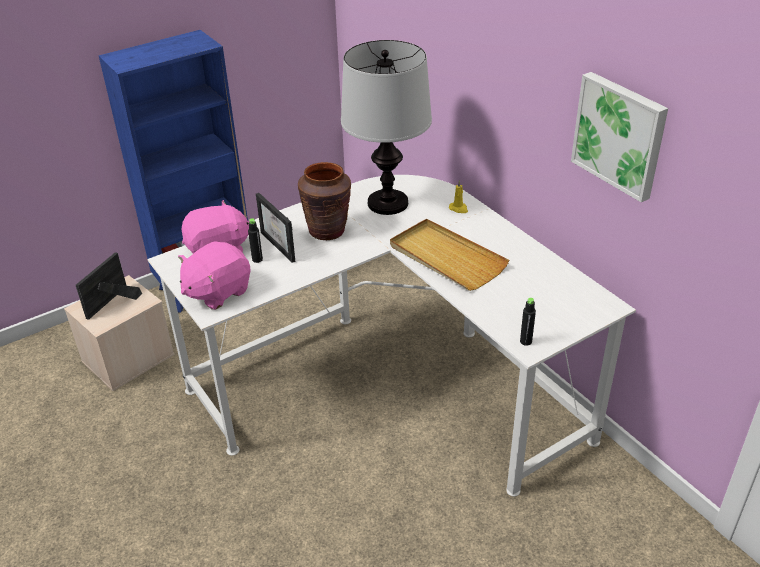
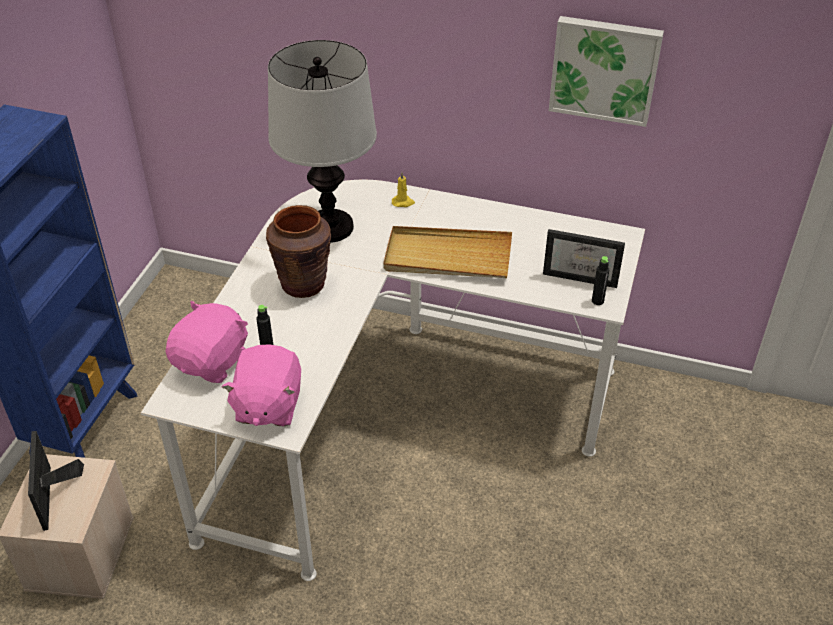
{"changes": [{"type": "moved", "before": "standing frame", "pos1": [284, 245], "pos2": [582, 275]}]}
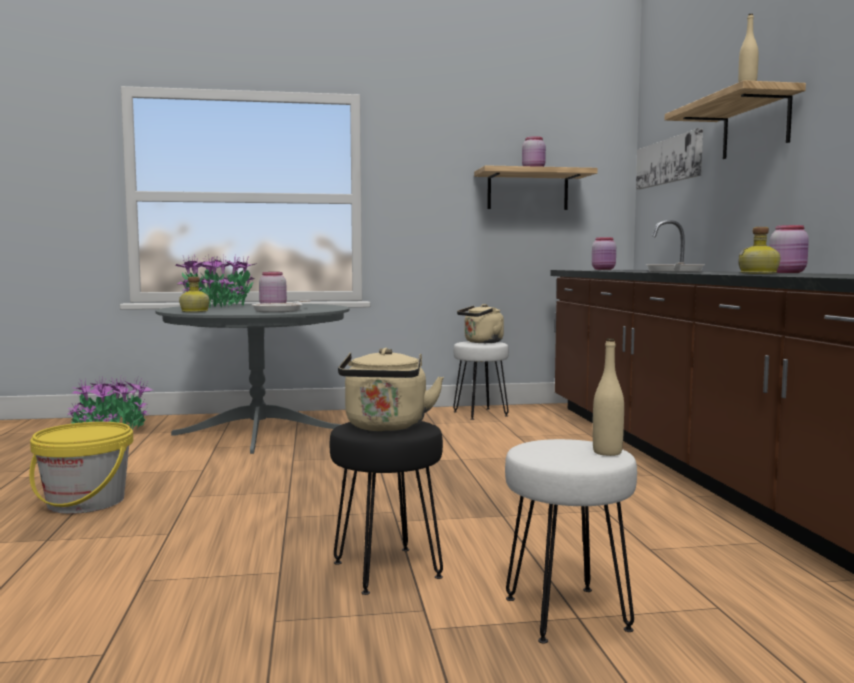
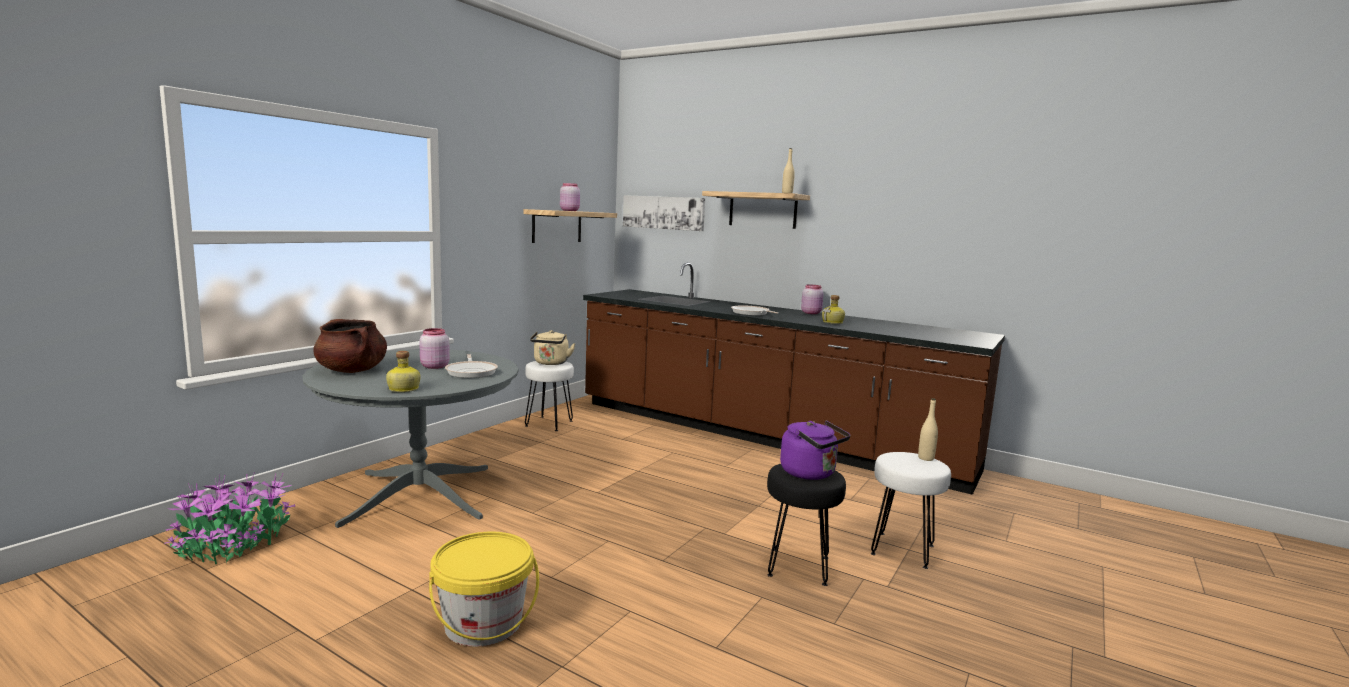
{"changes": [{"type": "removed", "before": "pink storage jar", "pos1": [604, 269]}, {"type": "replaced", "before": "plant in a pot", "after": "brown saucepot", "pos1": [216, 306], "pos2": [352, 371]}, {"type": "recoloured", "before": "beige-coloured tea kettle", "after": "purple-coloured tea kettle", "pos1": [386, 427], "pos2": [811, 474]}]}
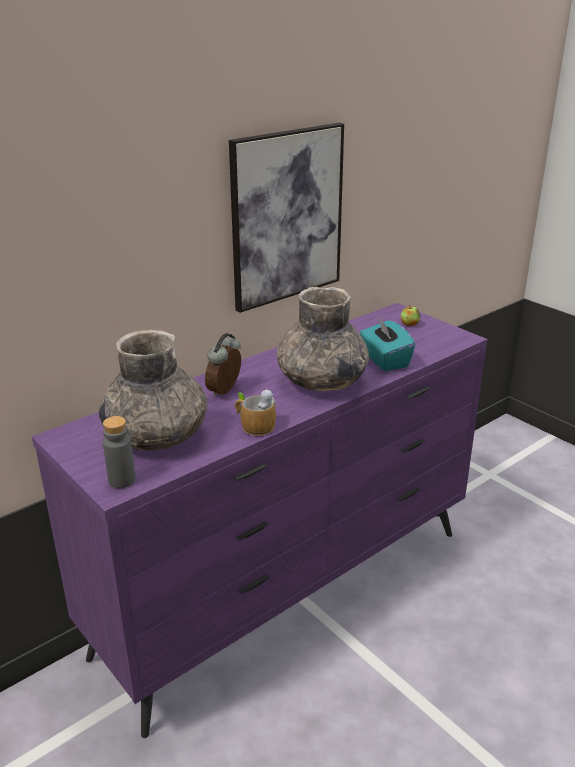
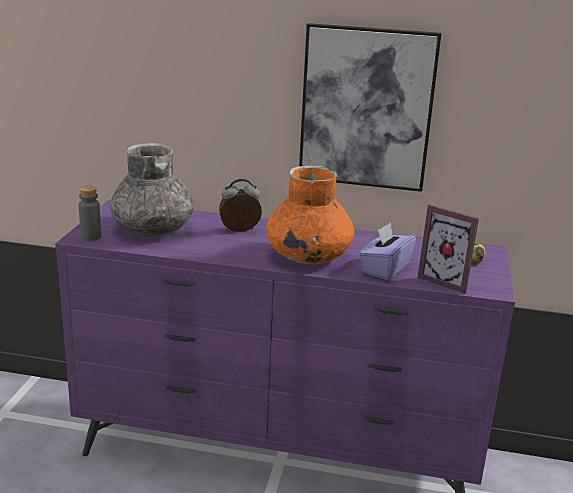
{"changes": [{"type": "removed", "before": "tea mug", "pos1": [254, 424]}, {"type": "added", "after": "standing frame", "pos2": [447, 280]}, {"type": "recoloured", "before": "grey decorative vase", "after": "orangey decorative vase", "pos1": [321, 381], "pos2": [307, 256]}, {"type": "recoloured", "before": "turquoise-coloured tissue box", "after": "purple-coloured tissue box", "pos1": [384, 360], "pos2": [385, 269]}]}
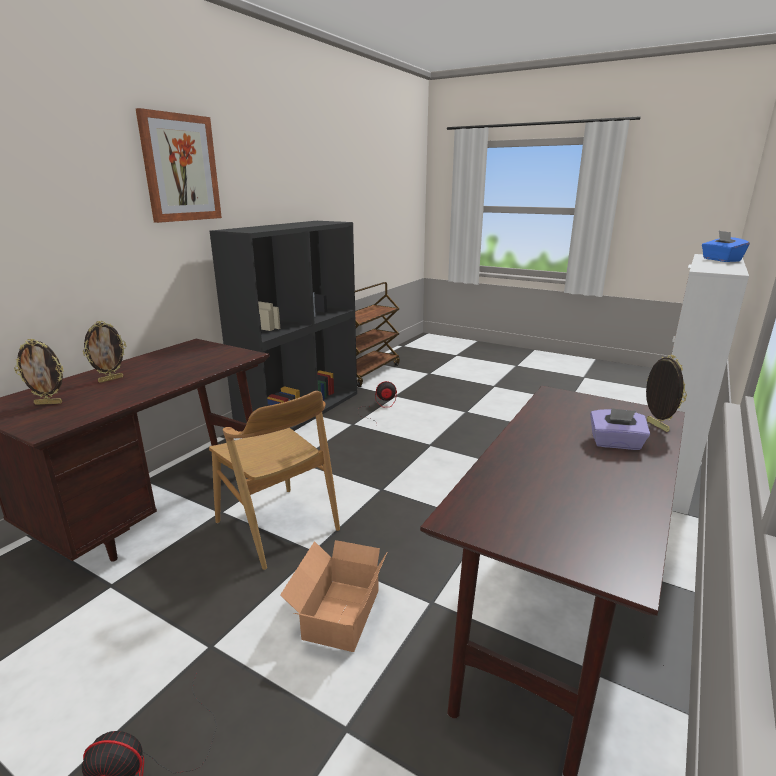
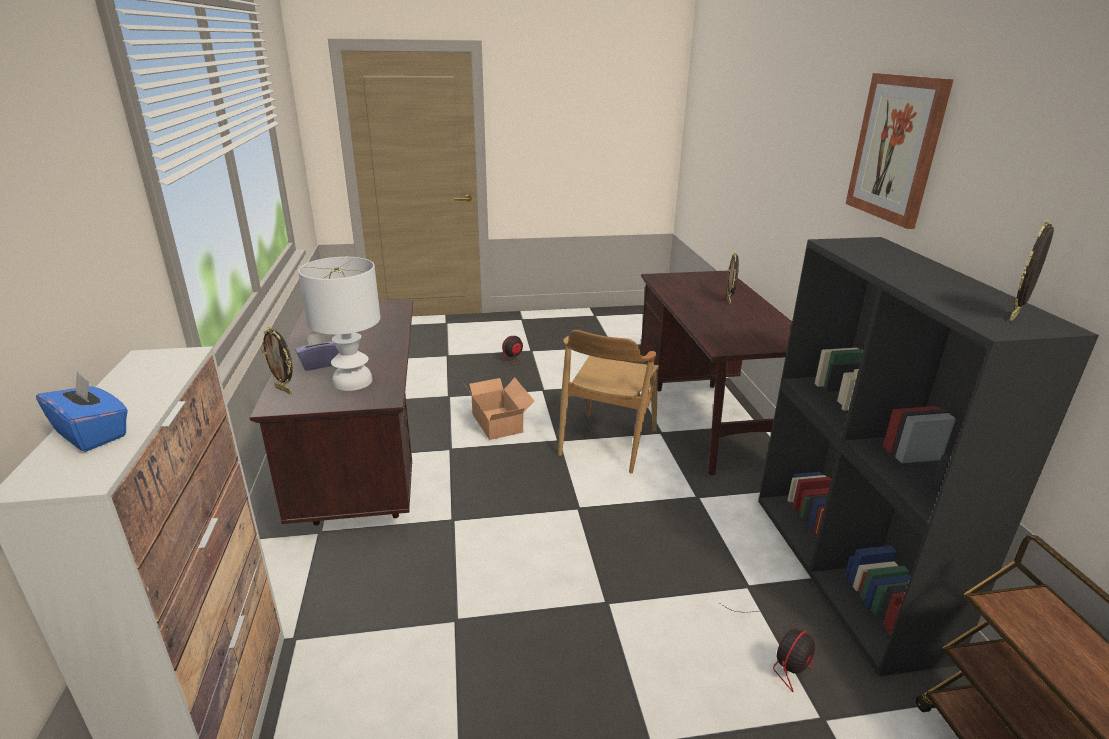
{"changes": [{"type": "added", "after": "whitish table lamp", "pos2": [353, 381]}, {"type": "moved", "before": "standing frame", "pos1": [49, 403], "pos2": [1016, 316]}, {"type": "turned", "before": "brown chair", "pos1": [277, 526], "pos2": [607, 442], "turn": -75}]}
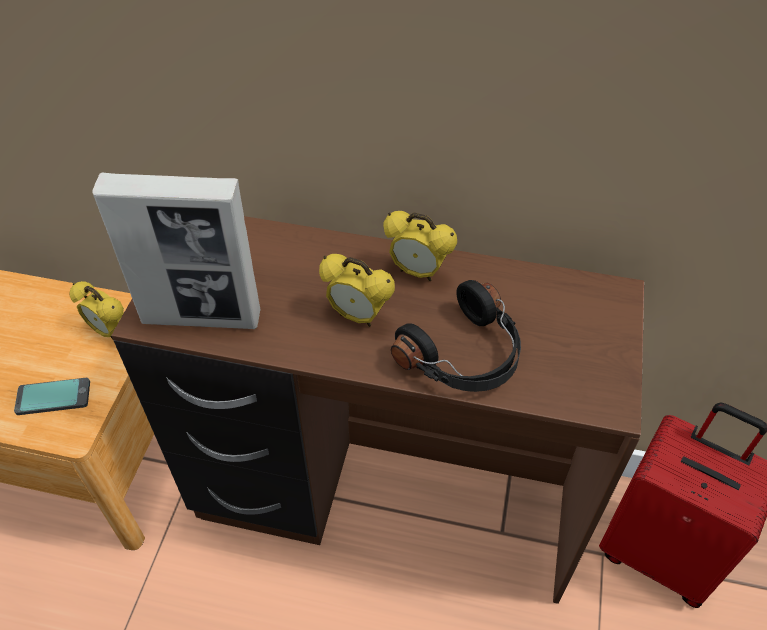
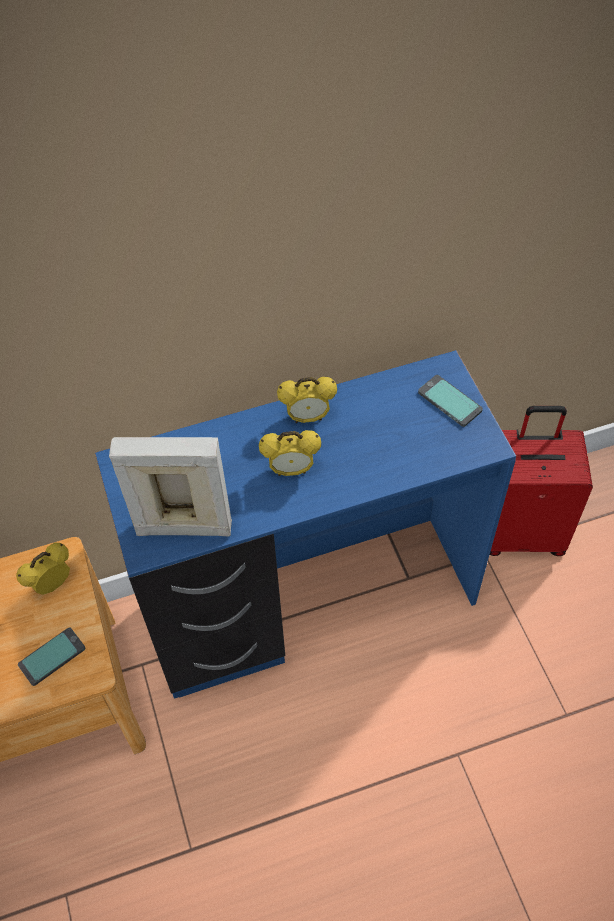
{"changes": [{"type": "removed", "before": "black headphones", "pos1": [464, 356]}, {"type": "added", "after": "phone", "pos2": [449, 402]}, {"type": "recoloured", "before": "brown desk table", "after": "blue desk table", "pos1": [385, 503], "pos2": [312, 605]}, {"type": "turned", "before": "bedside clock", "pos1": [109, 331], "pos2": [52, 584], "turn": 135}, {"type": "turned", "before": "standing frame", "pos1": [202, 317], "pos2": [183, 527], "turn": -150}]}
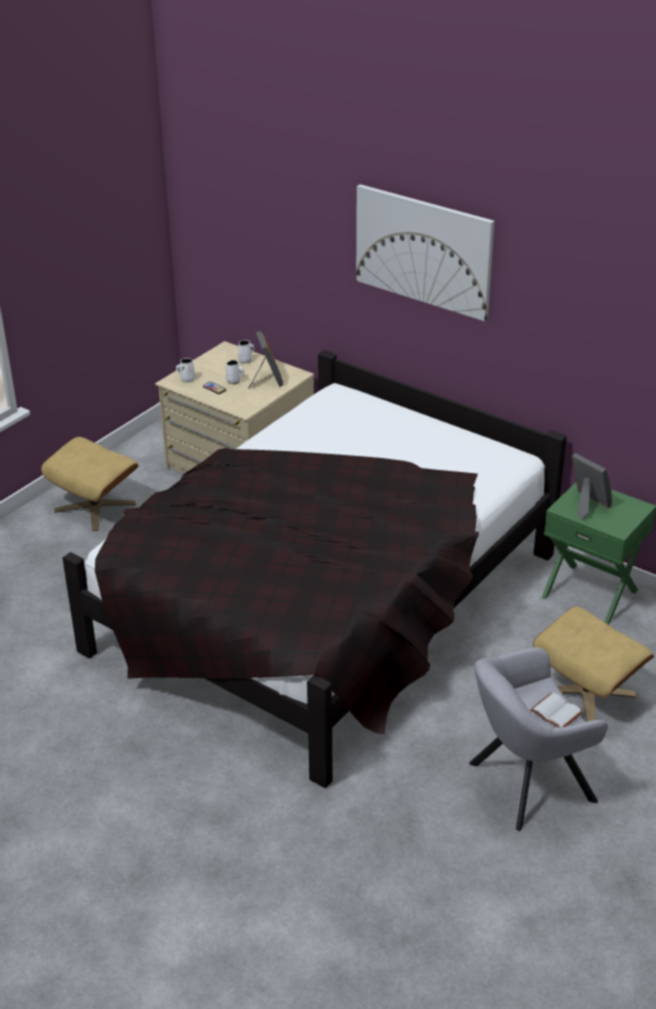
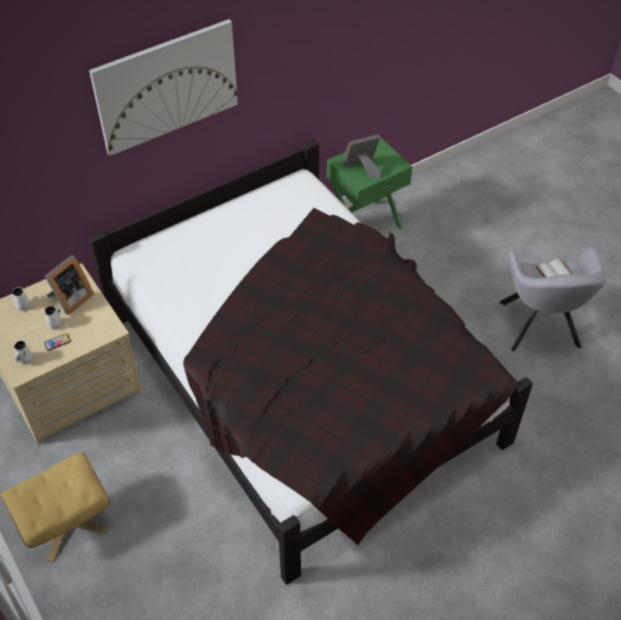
{"changes": [{"type": "removed", "before": "beige-coloured footrest", "pos1": [587, 693]}, {"type": "turned", "before": "standing frame", "pos1": [266, 380], "pos2": [70, 299], "turn": 120}]}
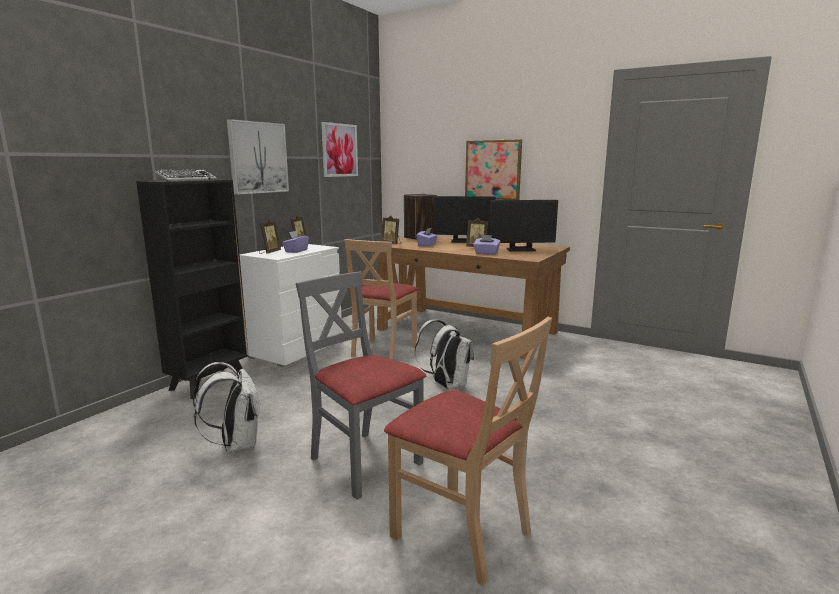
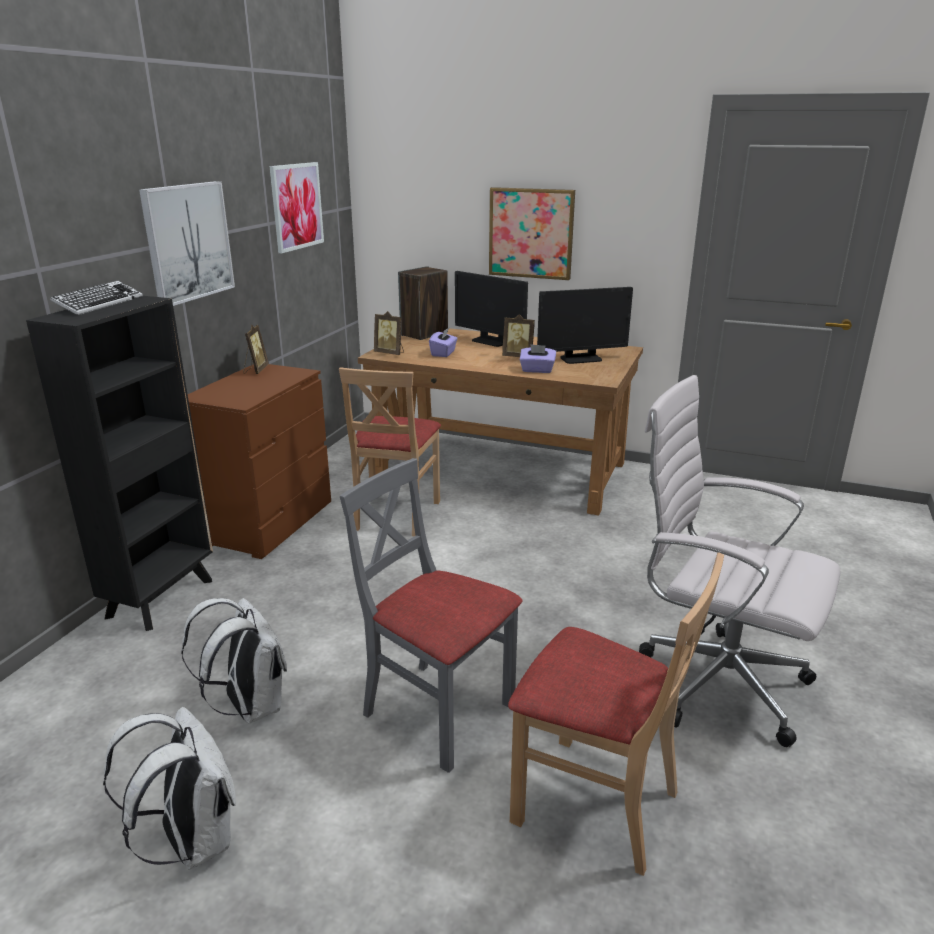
{"changes": [{"type": "removed", "before": "standing frame", "pos1": [269, 252]}, {"type": "removed", "before": "purple-coloured tissue box", "pos1": [296, 251]}, {"type": "added", "after": "whitish computer chair", "pos2": [714, 681]}, {"type": "moved", "before": "whitish rucksack", "pos1": [446, 385], "pos2": [192, 840]}, {"type": "recoloured", "before": "whitish chest of drawers", "after": "brown chest of drawers", "pos1": [297, 349], "pos2": [269, 523]}, {"type": "turned", "before": "computer display", "pos1": [463, 241], "pos2": [491, 341], "turn": 45}]}
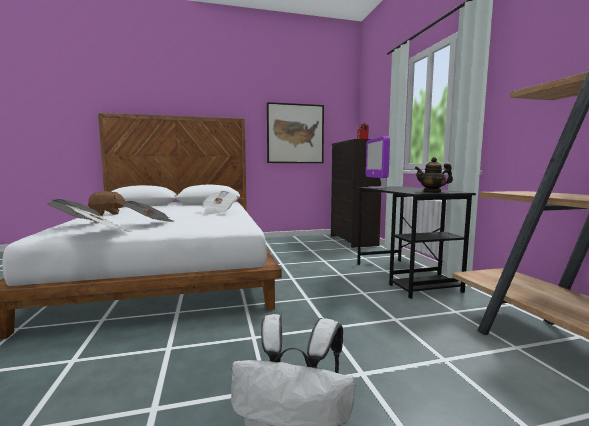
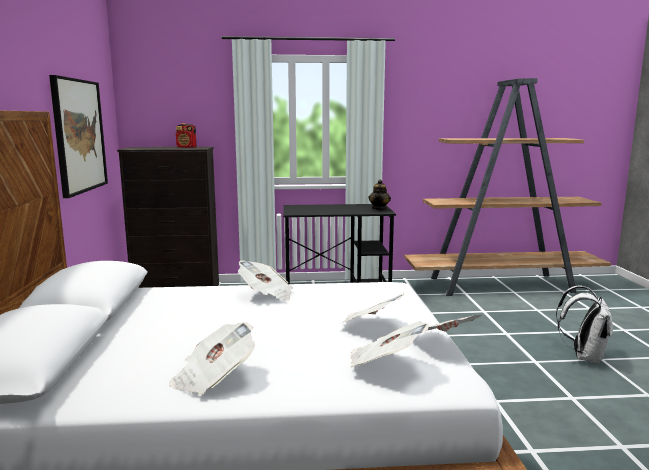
{"changes": [{"type": "removed", "before": "computer display", "pos1": [377, 187]}, {"type": "replaced", "before": "brown plush toy", "after": "daily paper", "pos1": [107, 214], "pos2": [213, 378]}]}
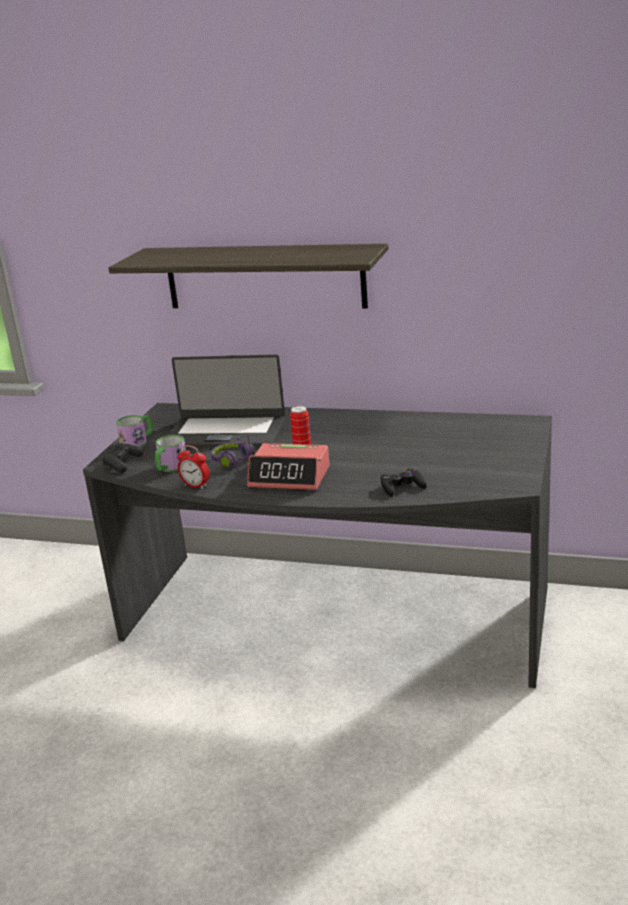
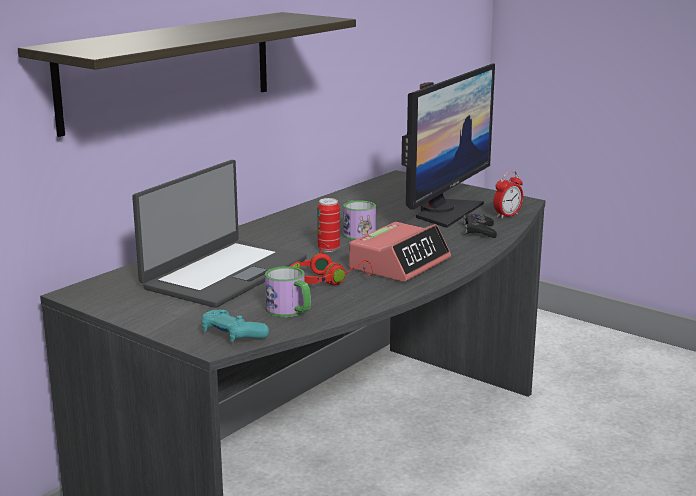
{"changes": [{"type": "added", "after": "computer display", "pos2": [444, 212]}, {"type": "moved", "before": "tea mug", "pos1": [138, 442], "pos2": [357, 233]}, {"type": "moved", "before": "bedside clock", "pos1": [195, 486], "pos2": [507, 215]}, {"type": "recoloured", "before": "black gamepad", "after": "turquoise-coloured gamepad", "pos1": [123, 463], "pos2": [232, 335]}, {"type": "recoloured", "before": "purple-coloured headphones", "after": "red-coloured headphones", "pos1": [235, 463], "pos2": [327, 280]}]}
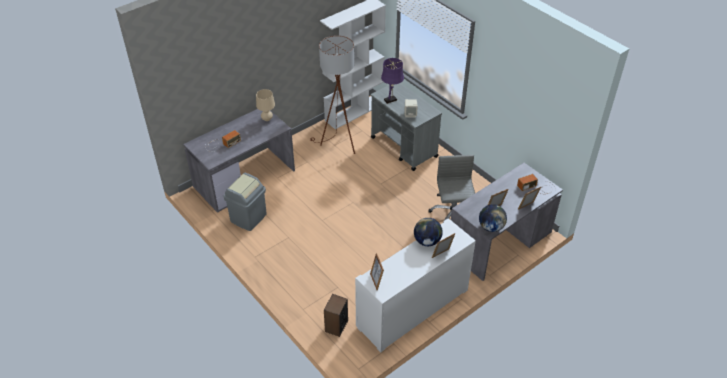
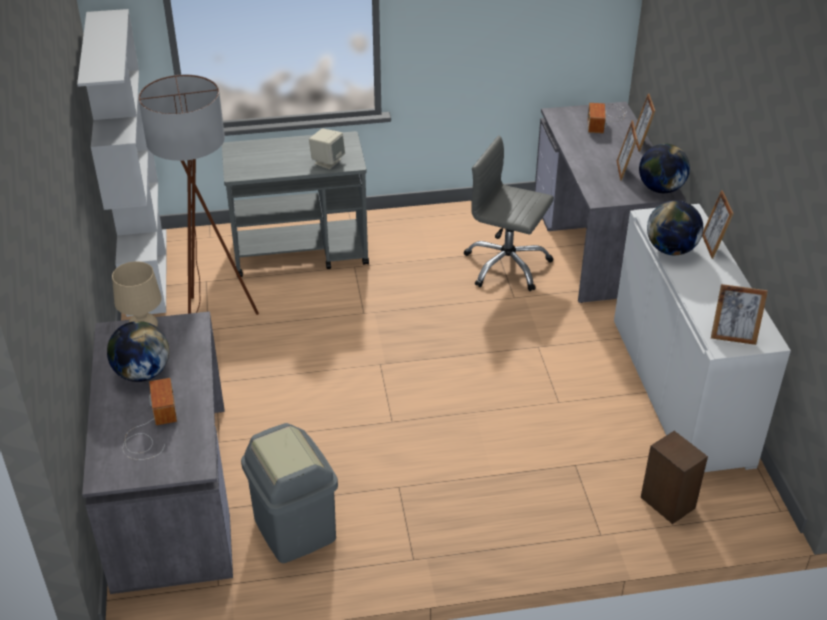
{"changes": [{"type": "removed", "before": "purple-coloured table lamp", "pos1": [391, 99]}, {"type": "added", "after": "desk globe", "pos2": [142, 373]}]}
